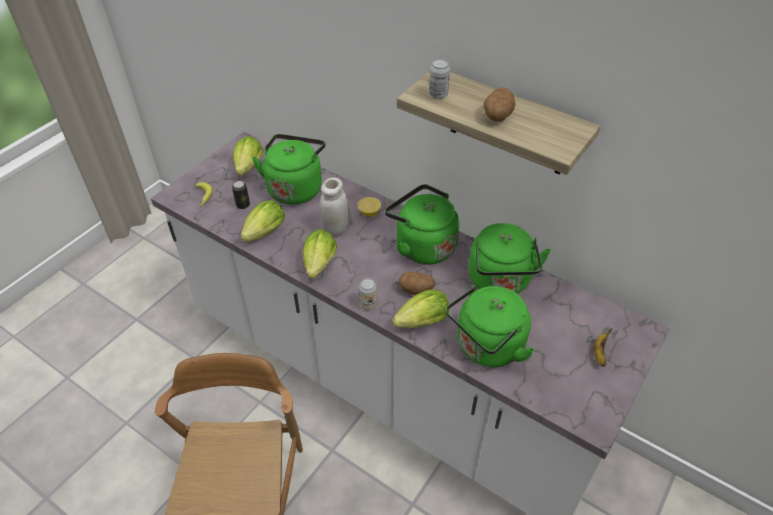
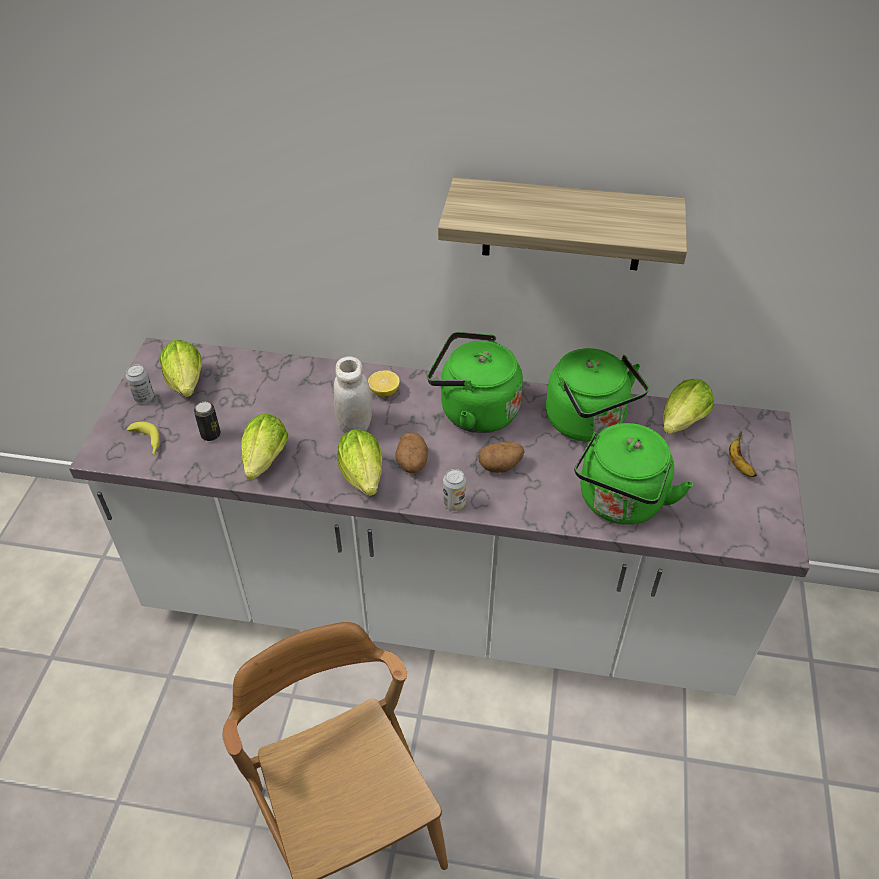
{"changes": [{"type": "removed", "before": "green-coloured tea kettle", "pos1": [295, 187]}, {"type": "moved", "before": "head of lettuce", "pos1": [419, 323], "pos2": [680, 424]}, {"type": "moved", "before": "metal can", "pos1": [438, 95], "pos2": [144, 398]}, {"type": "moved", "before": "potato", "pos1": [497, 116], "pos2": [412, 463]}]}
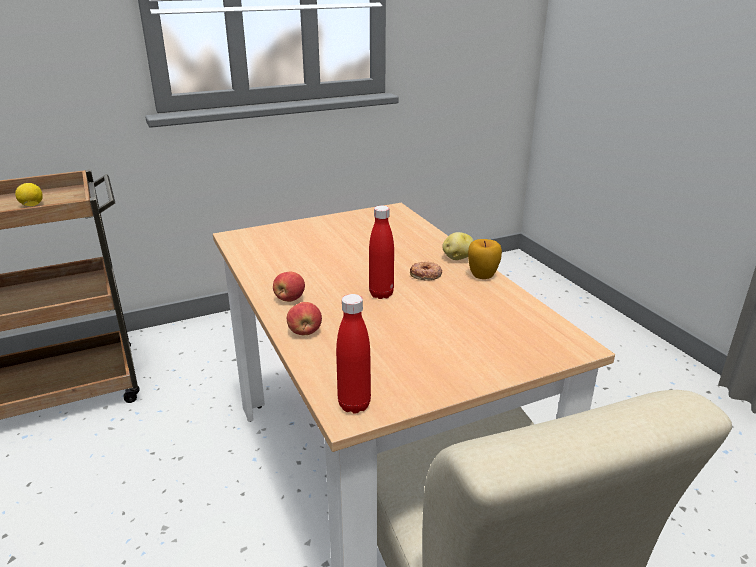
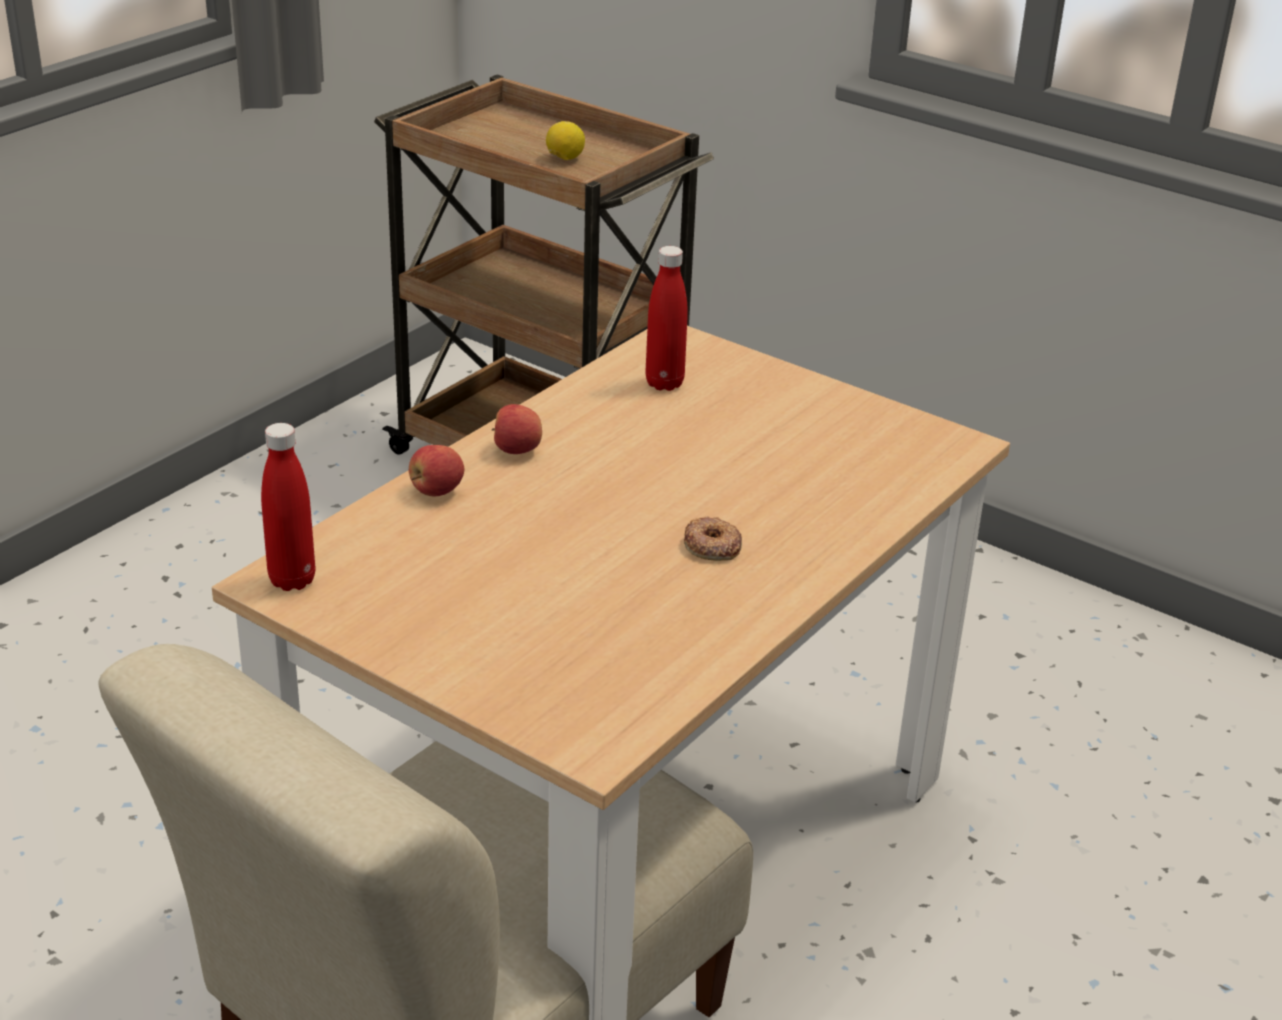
{"changes": [{"type": "removed", "before": "potato", "pos1": [457, 258]}, {"type": "removed", "before": "whole apple", "pos1": [482, 275]}, {"type": "moved", "before": "red-coloured beverage bottle", "pos1": [381, 294], "pos2": [664, 383]}]}
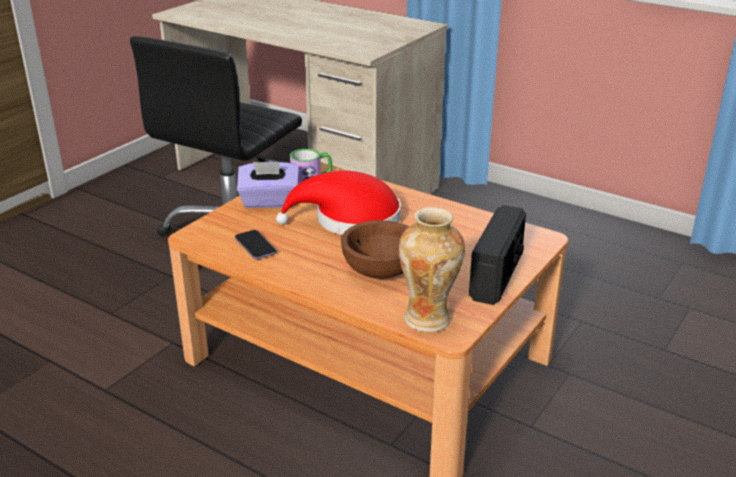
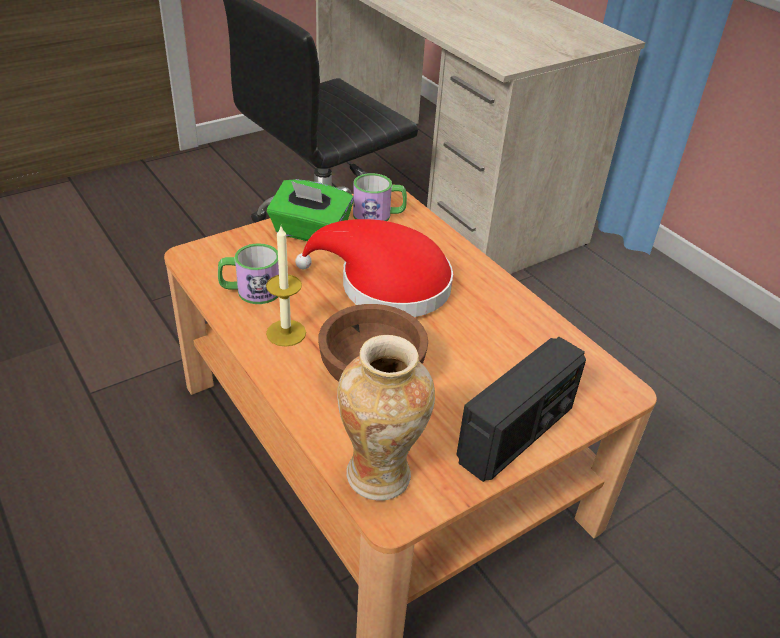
{"changes": [{"type": "added", "after": "candle", "pos2": [286, 333]}, {"type": "replaced", "before": "phone", "after": "tea mug", "pos1": [255, 246], "pos2": [250, 291]}, {"type": "recoloured", "before": "purple-coloured tissue box", "after": "green-coloured tissue box", "pos1": [269, 202], "pos2": [310, 232]}]}
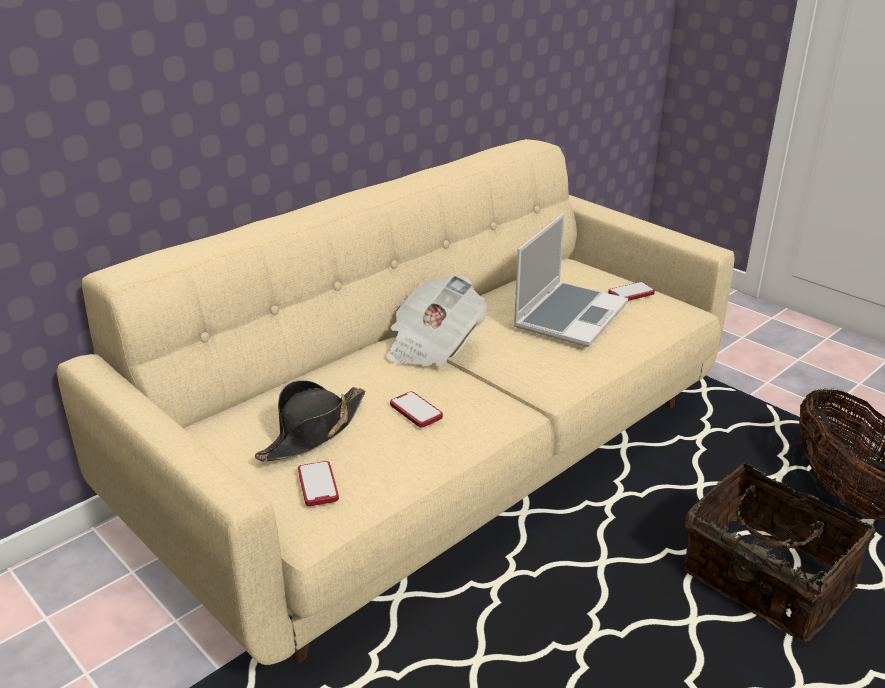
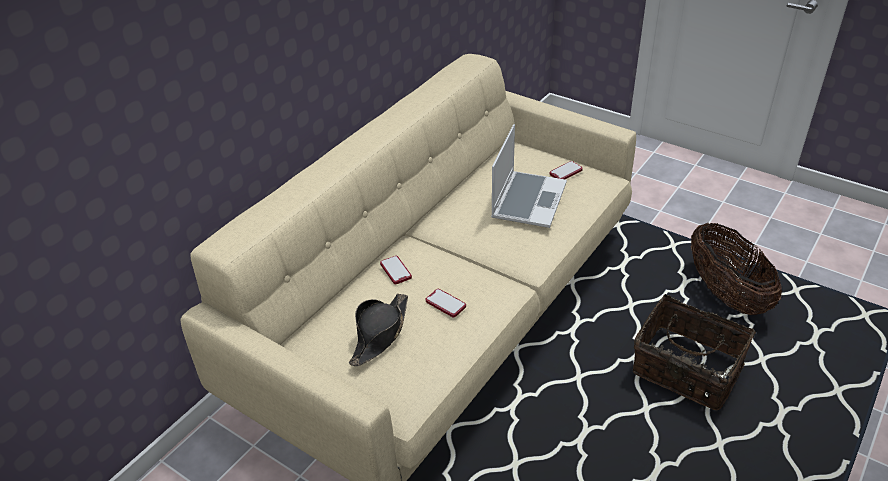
{"changes": [{"type": "removed", "before": "daily paper", "pos1": [433, 346]}, {"type": "moved", "before": "phone", "pos1": [318, 485], "pos2": [395, 271]}]}
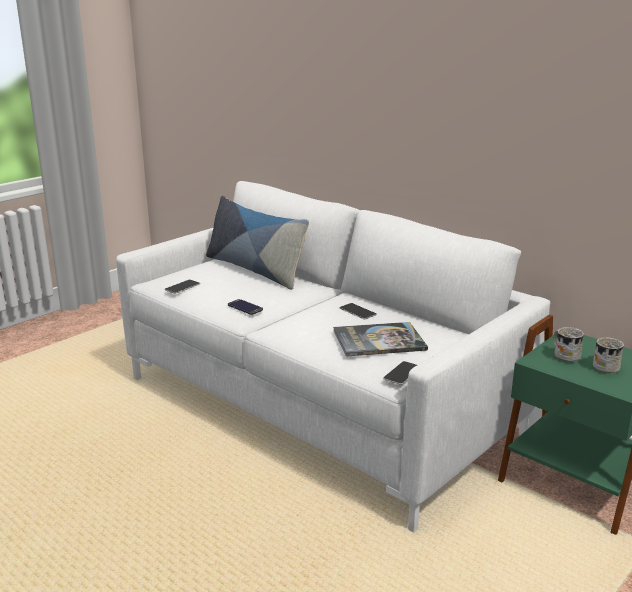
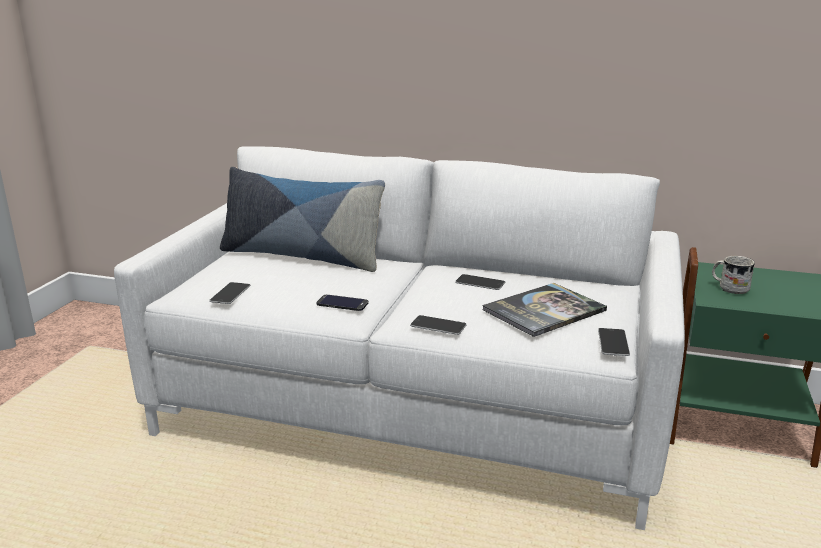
{"changes": [{"type": "removed", "before": "whitish tea mug", "pos1": [604, 366]}, {"type": "added", "after": "phone", "pos2": [438, 325]}]}
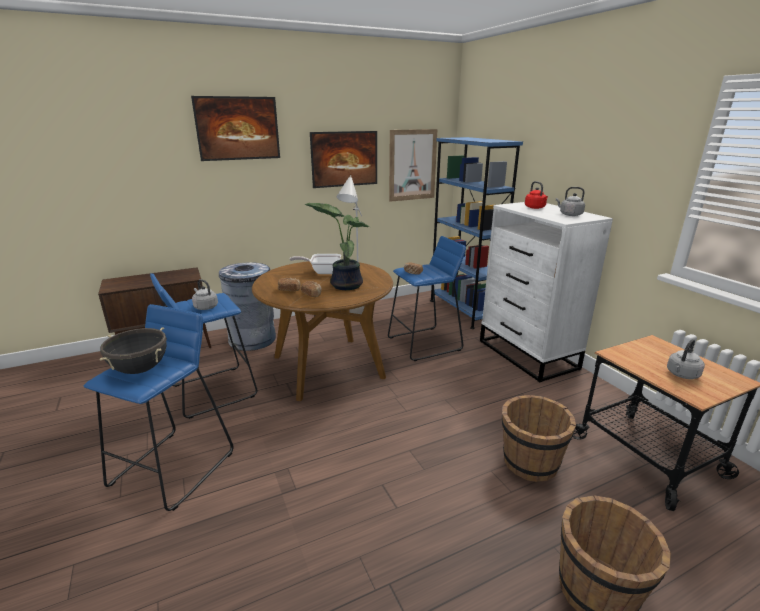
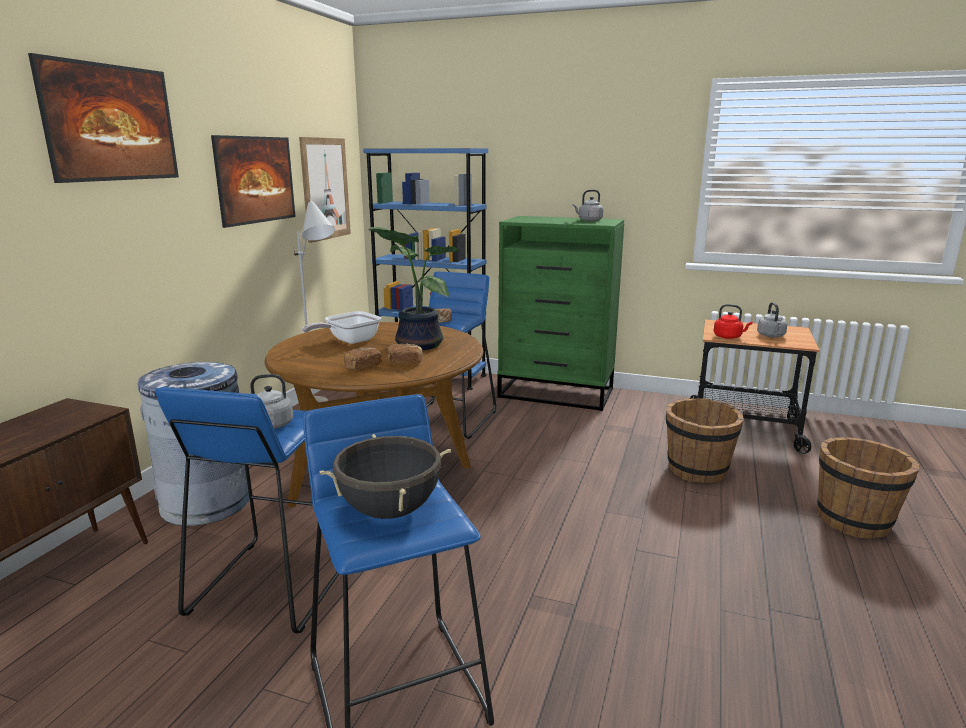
{"changes": [{"type": "moved", "before": "red-coloured tea kettle", "pos1": [535, 208], "pos2": [729, 337]}, {"type": "recoloured", "before": "whitish chest of drawers", "after": "green-coloured chest of drawers", "pos1": [528, 355], "pos2": [557, 393]}]}
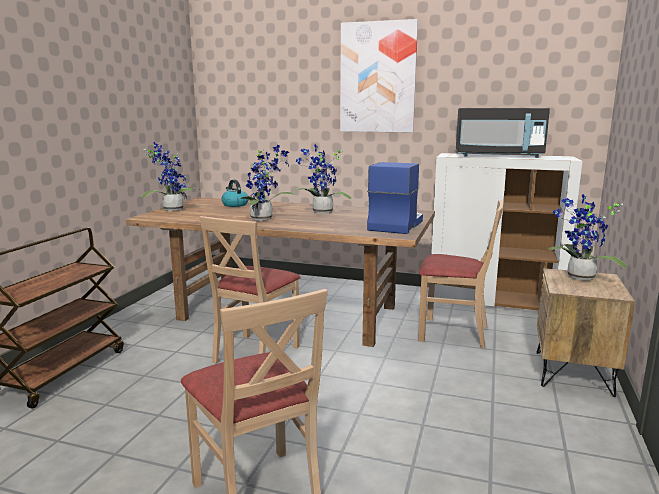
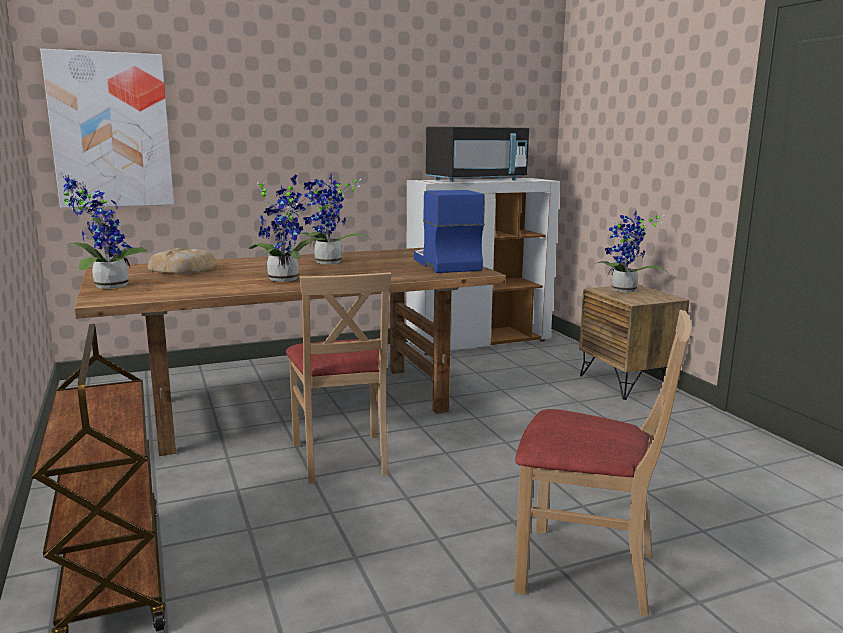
{"changes": [{"type": "removed", "before": "beige-coloured chair", "pos1": [453, 333]}, {"type": "moved", "before": "wall picture", "pos1": [377, 78], "pos2": [111, 131]}, {"type": "replaced", "before": "tea kettle", "after": "bakery bread", "pos1": [234, 205], "pos2": [183, 269]}]}
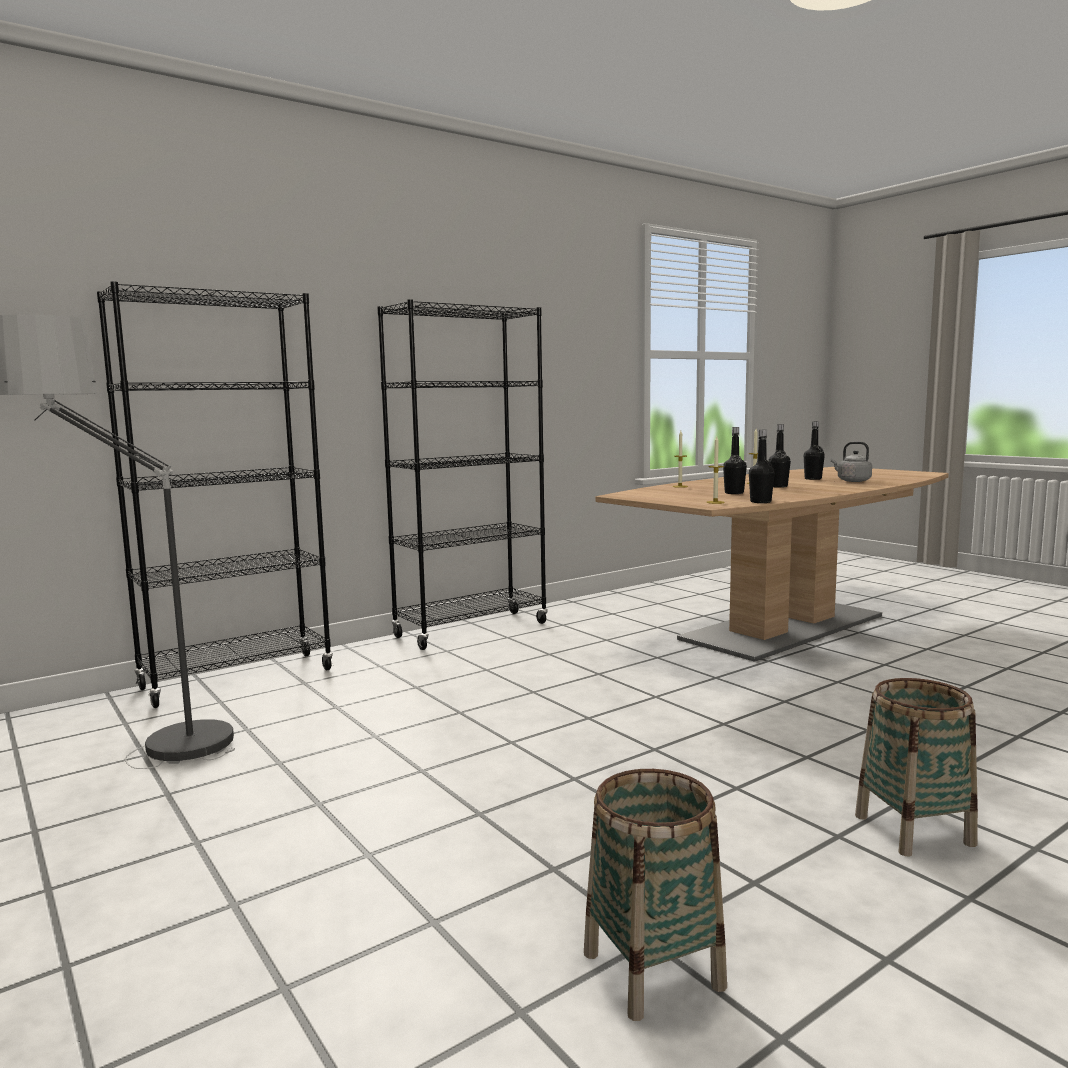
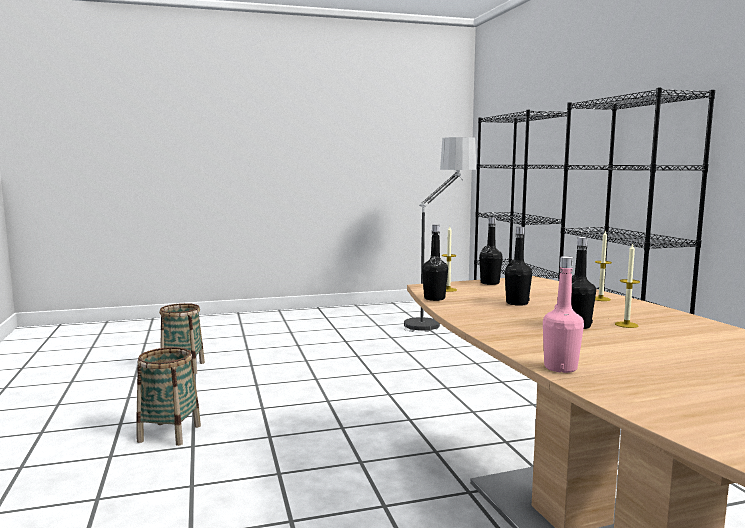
{"changes": [{"type": "removed", "before": "grey tea kettle", "pos1": [852, 481]}, {"type": "added", "after": "pink beverage bottle", "pos2": [560, 368]}, {"type": "moved", "before": "black beverage bottle", "pos1": [813, 479], "pos2": [490, 283]}]}
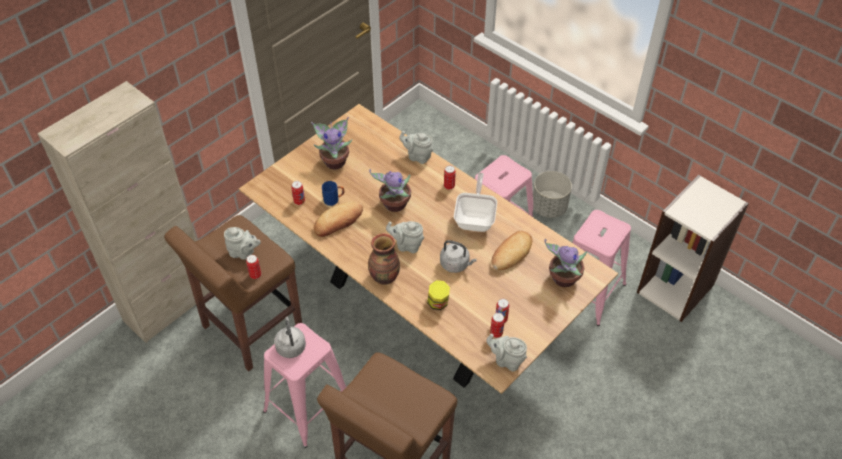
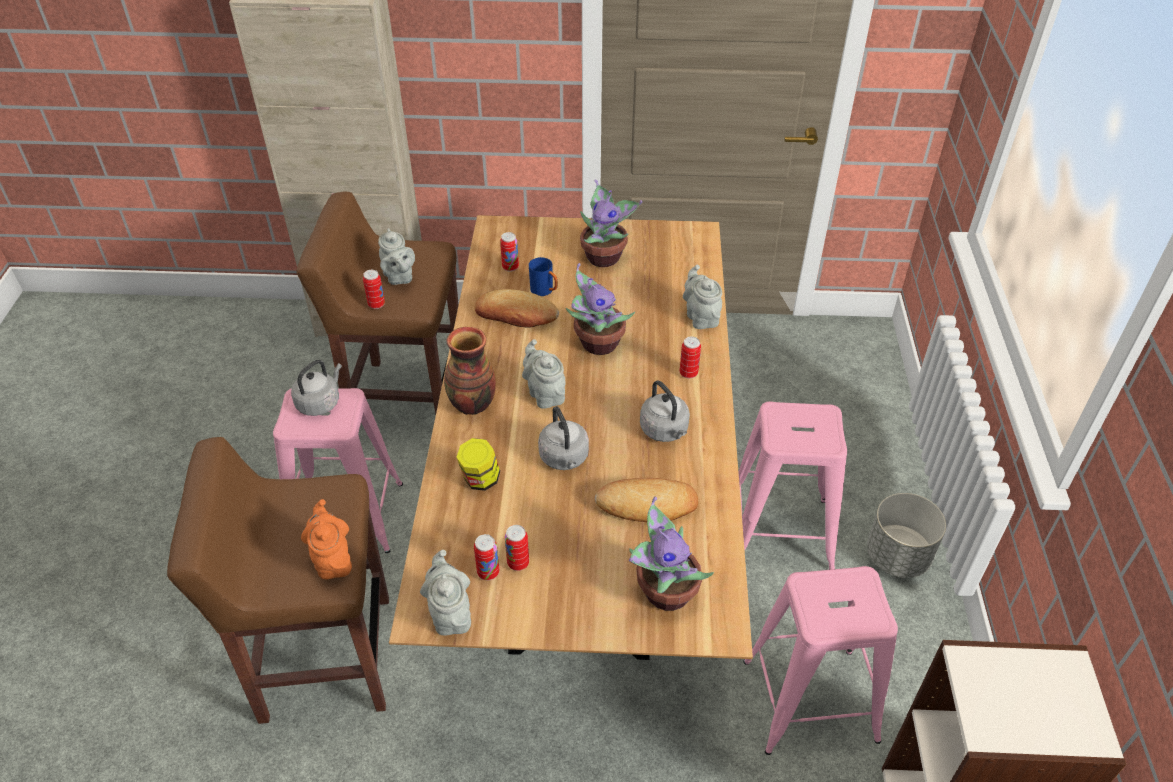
{"changes": [{"type": "added", "after": "orangey teapot", "pos2": [333, 560]}, {"type": "replaced", "before": "skillet", "after": "grey tea kettle", "pos1": [475, 218], "pos2": [665, 431]}]}
